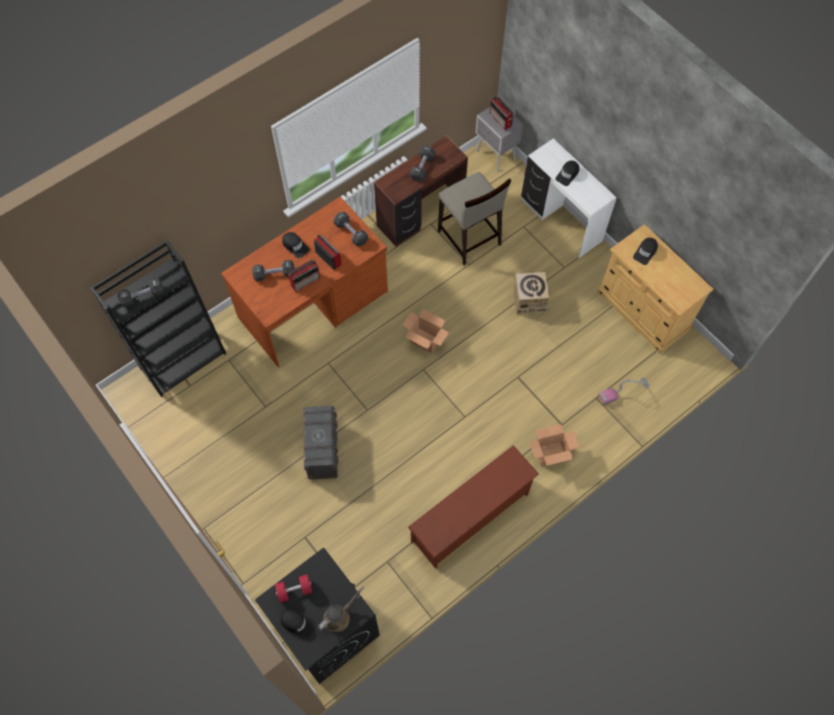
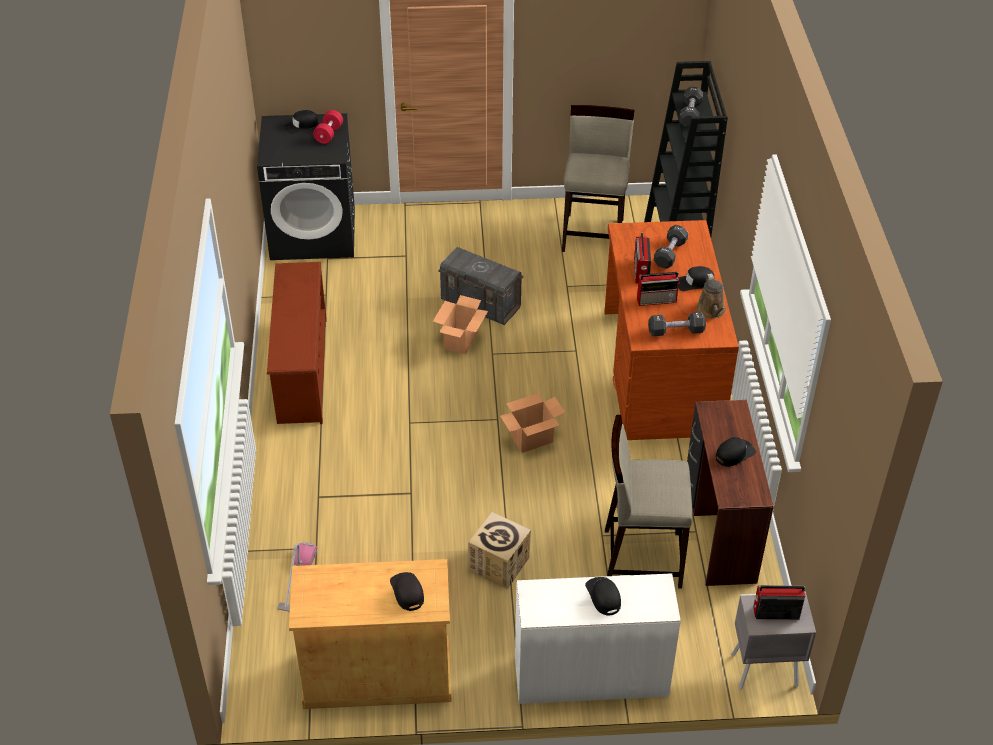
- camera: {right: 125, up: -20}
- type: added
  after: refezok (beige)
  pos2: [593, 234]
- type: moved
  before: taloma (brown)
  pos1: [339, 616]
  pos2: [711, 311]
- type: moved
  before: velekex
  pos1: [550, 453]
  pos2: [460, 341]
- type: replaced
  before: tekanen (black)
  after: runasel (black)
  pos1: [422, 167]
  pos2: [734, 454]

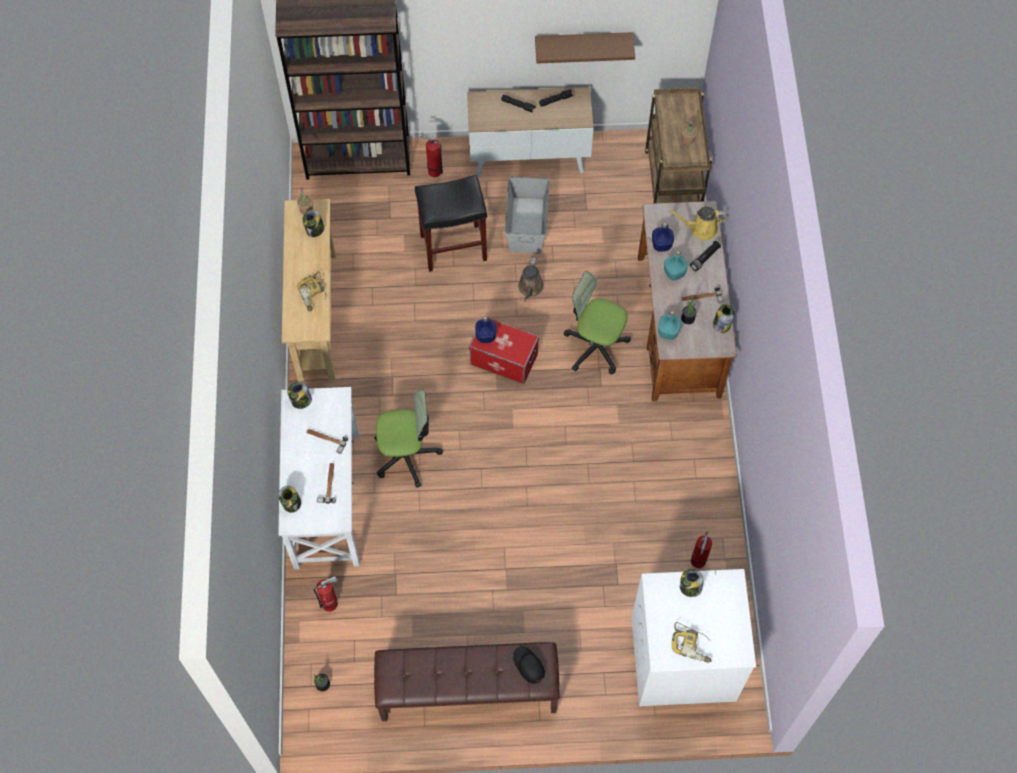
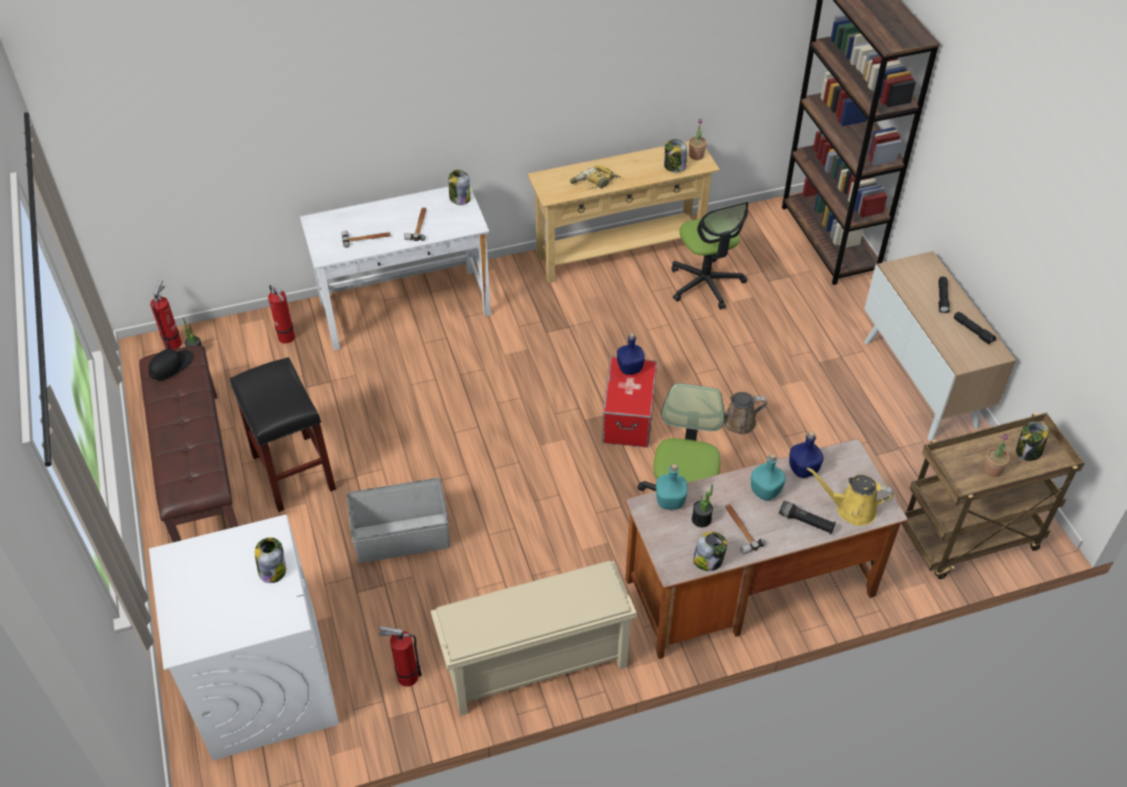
- camera: {right: 75, up: -15}
- type: removed
  before: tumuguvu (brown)
  pos1: [583, 43]
- type: removed
  before: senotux
  pos1: [692, 645]
- type: added
  after: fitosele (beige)
  pos2: [534, 667]
- type: moved
  before: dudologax
  pos1: [291, 503]
  pos2: [1028, 451]
- type: moved
  before: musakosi
  pos1: [406, 455]
  pos2: [706, 284]
- type: moved
  before: refezok (black)
  pos1: [454, 247]
  pos2: [295, 473]
- type: moved
  before: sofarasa
  pos1: [433, 170]
  pos2: [174, 342]
- type: moved
  before: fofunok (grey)
  pos1: [526, 225]
  pos2: [401, 537]
- type: moved
  before: runasel (black)
  pos1: [528, 665]
  pos2: [171, 366]
- type: turned
  before: taloma (yellow)
  pos1: [700, 229]
  pos2: [851, 509]
  turn: -60

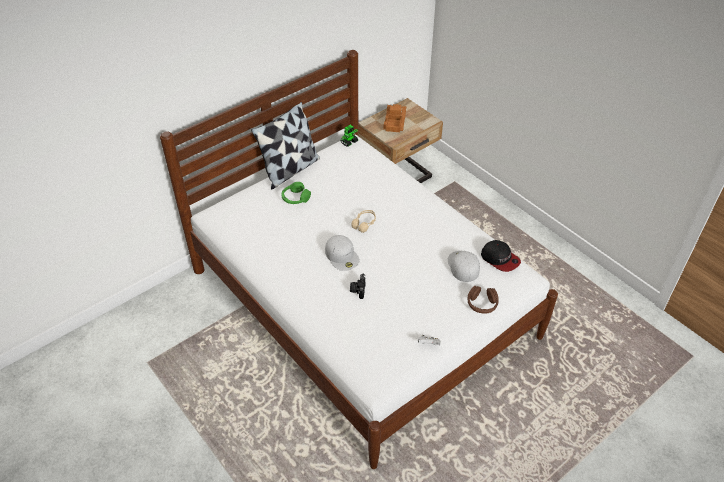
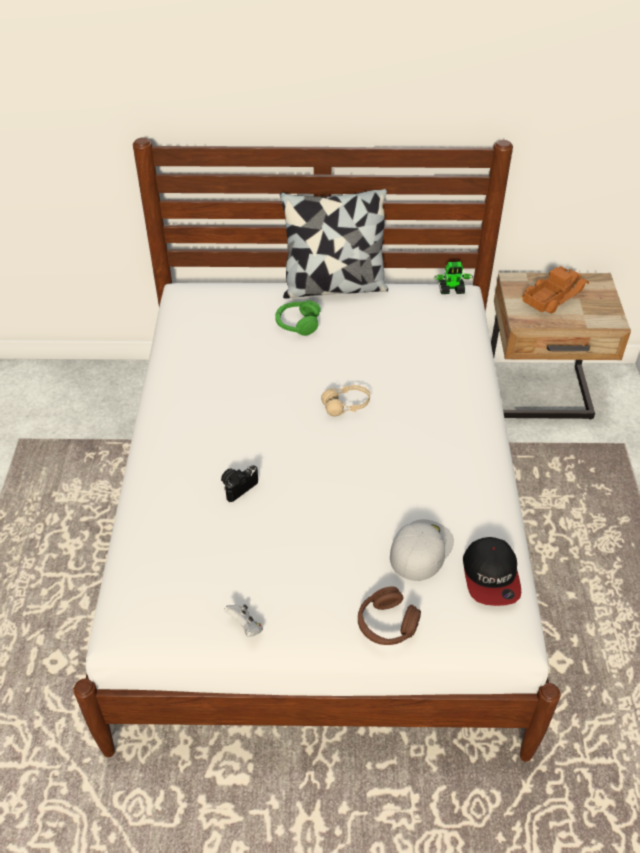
- camera: {right: 40, up: 0}
- type: removed
  before: runasel (white)
  pos1: [342, 255]

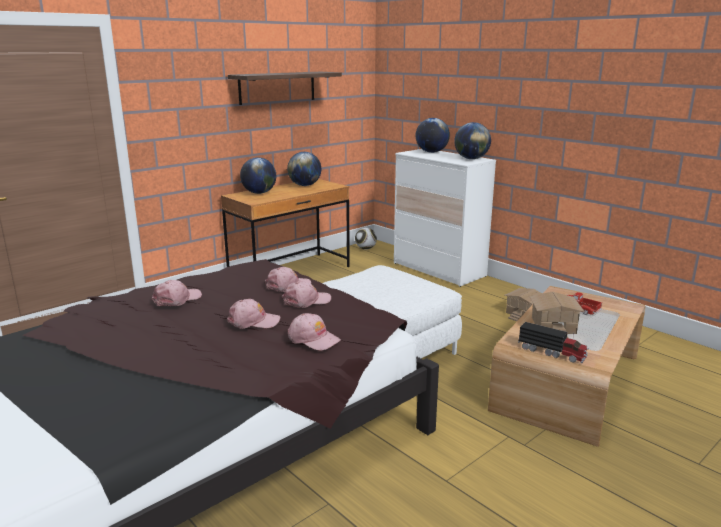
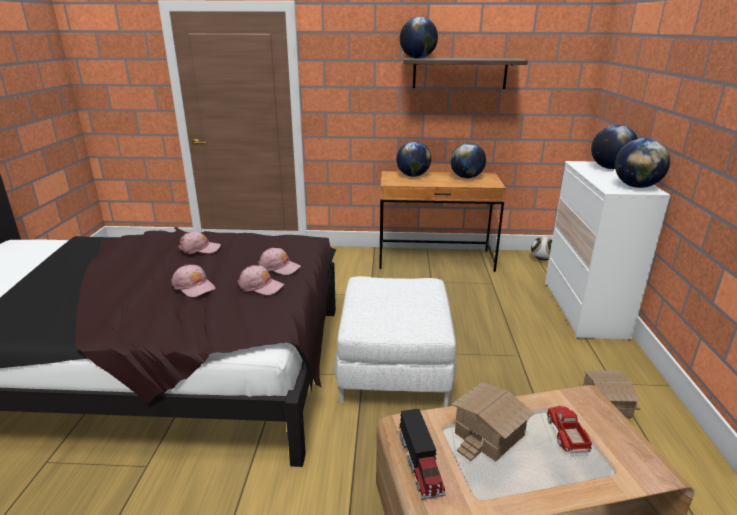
- camera: {right: 45, up: 5}
- type: removed
  before: runasel (pink)
  pos1: [313, 339]
- type: added
  after: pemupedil
  pos2: [417, 58]

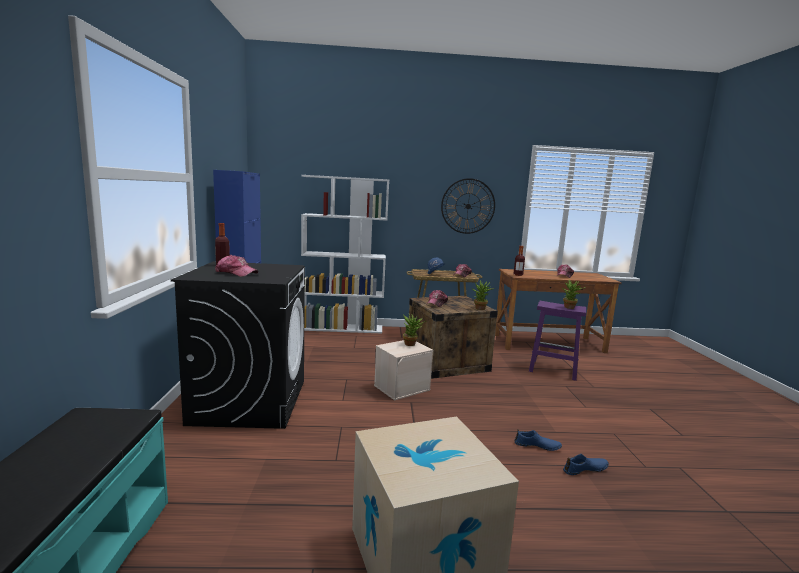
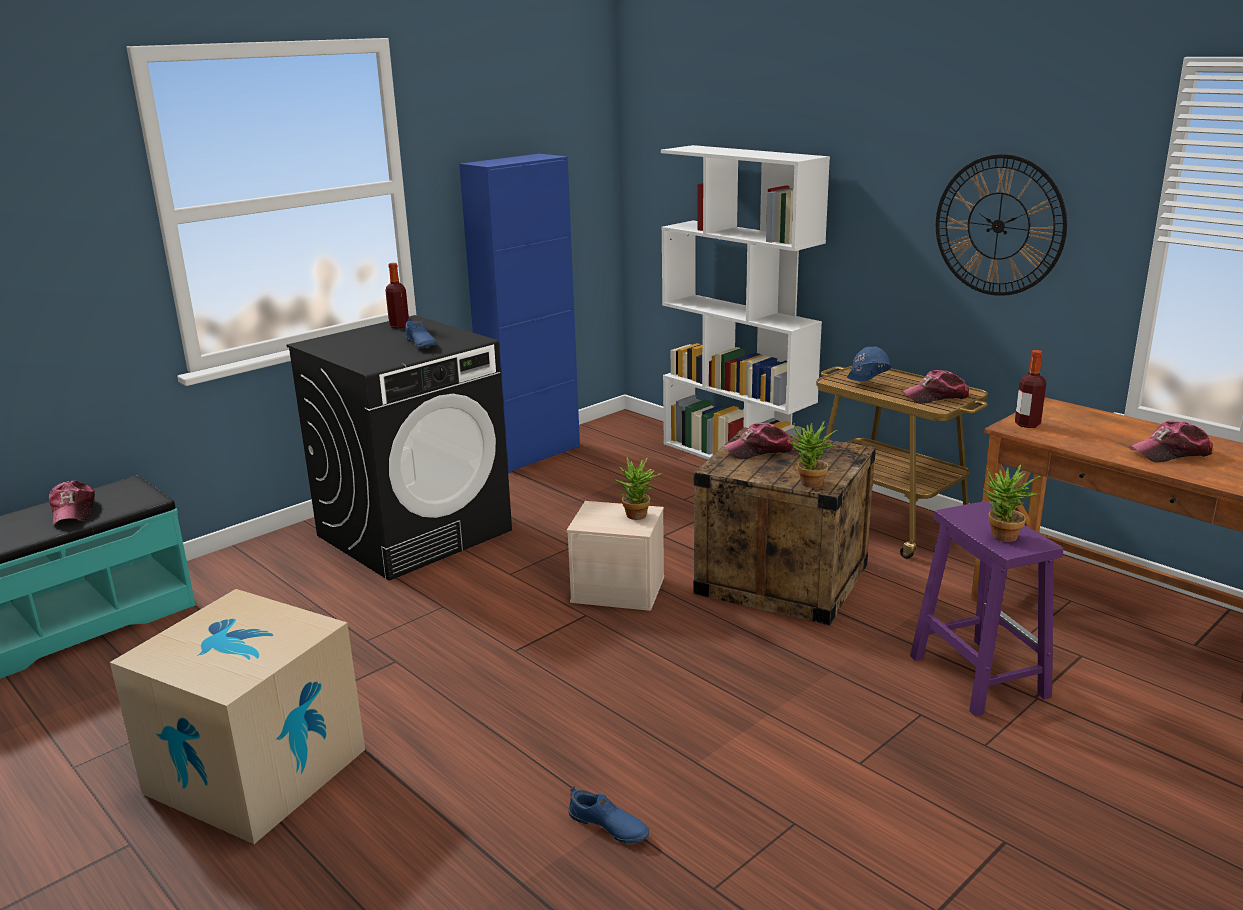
- camera: {right: 50, up: 10}
- type: moved
  before: runasel
  pos1: [236, 273]
  pos2: [74, 511]
- type: moved
  before: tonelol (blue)
  pos1: [537, 446]
  pos2: [420, 344]

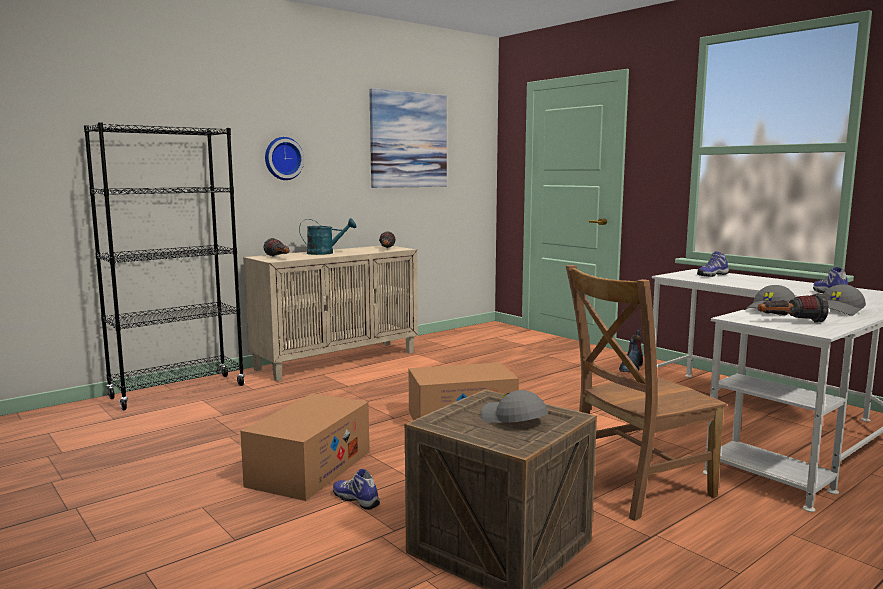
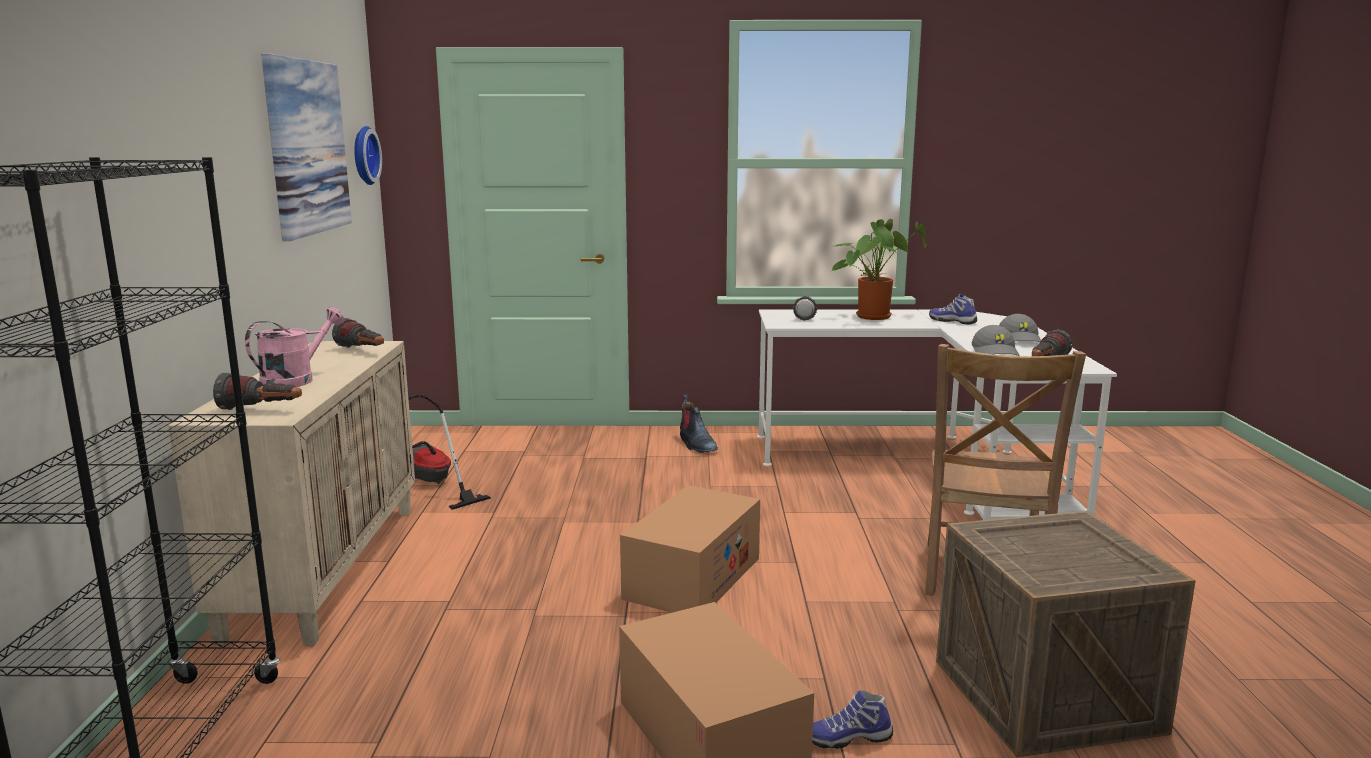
- camera: {right: -50, up: 5}
- type: removed
  before: runasel (grey)
  pos1: [512, 420]
- type: added
  after: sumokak
  pos2: [432, 484]
- type: added
  after: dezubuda
  pos2: [874, 316]
- type: moved
  before: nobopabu
  pos1: [283, 158]
  pos2: [362, 155]
- type: replaced
  before: tonelol
  after: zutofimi
  pos1: [711, 275]
  pos2: [805, 316]
- type: recoloured
  before: taloma (turquoise)
  after: taloma (pink)
  pos1: [325, 253]
  pos2: [295, 380]

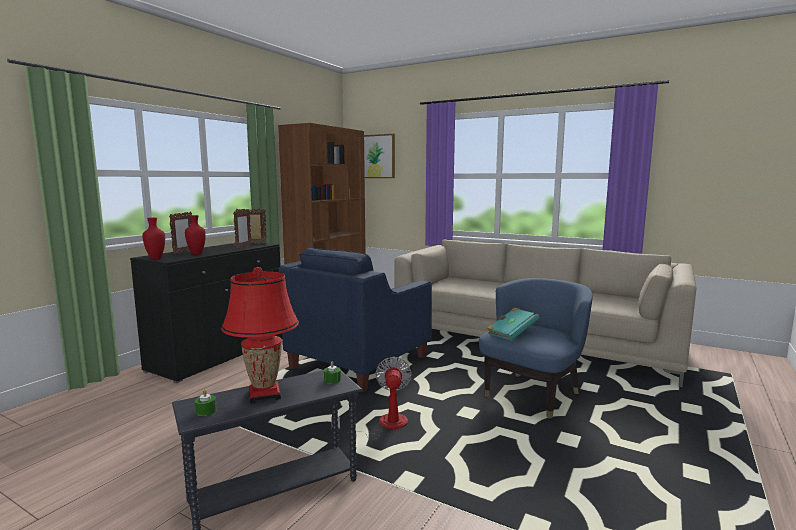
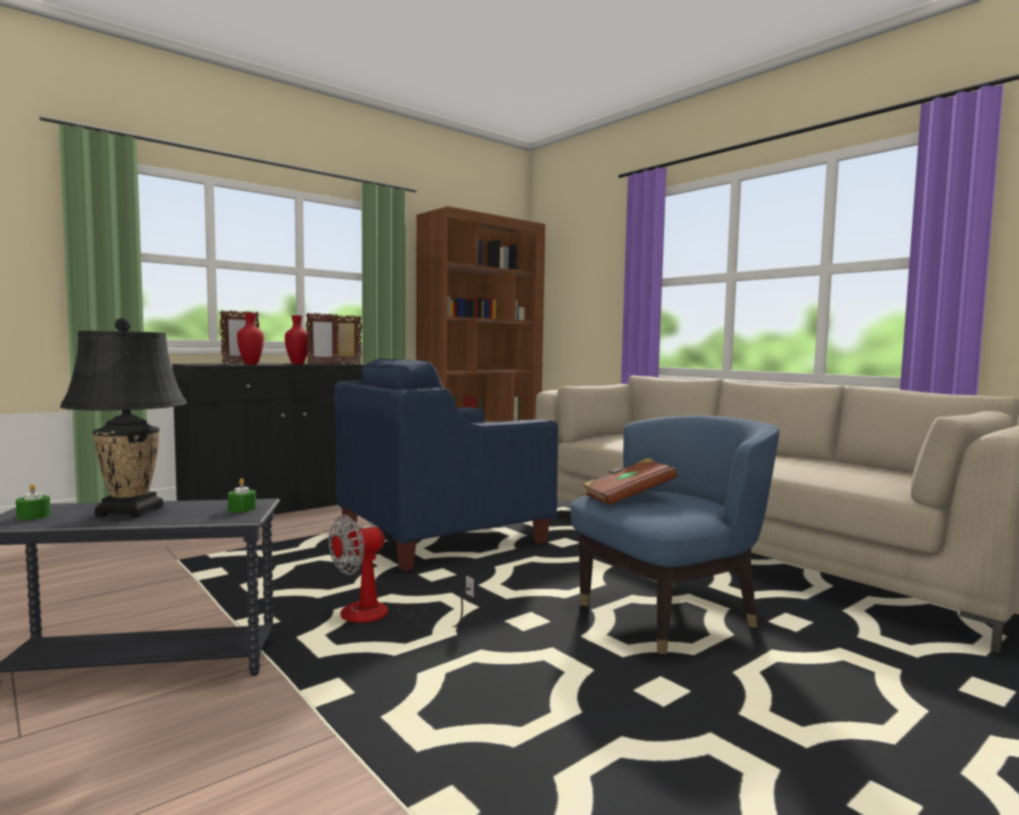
- camera: {right: 20, up: -5}
- type: removed
  before: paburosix
  pos1: [376, 156]
- type: moved
  before: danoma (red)
  pos1: [155, 258]
  pos2: [296, 364]
- type: recoloured
  before: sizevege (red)
  after: sizevege (black)
  pos1: [264, 395]
  pos2: [129, 511]
- type: recoloured
  before: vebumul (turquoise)
  after: vebumul (brown)
  pos1: [511, 333]
  pos2: [627, 498]
- type: turned
  before: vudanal
  pos1: [384, 426]
  pos2: [381, 616]
  turn: -150

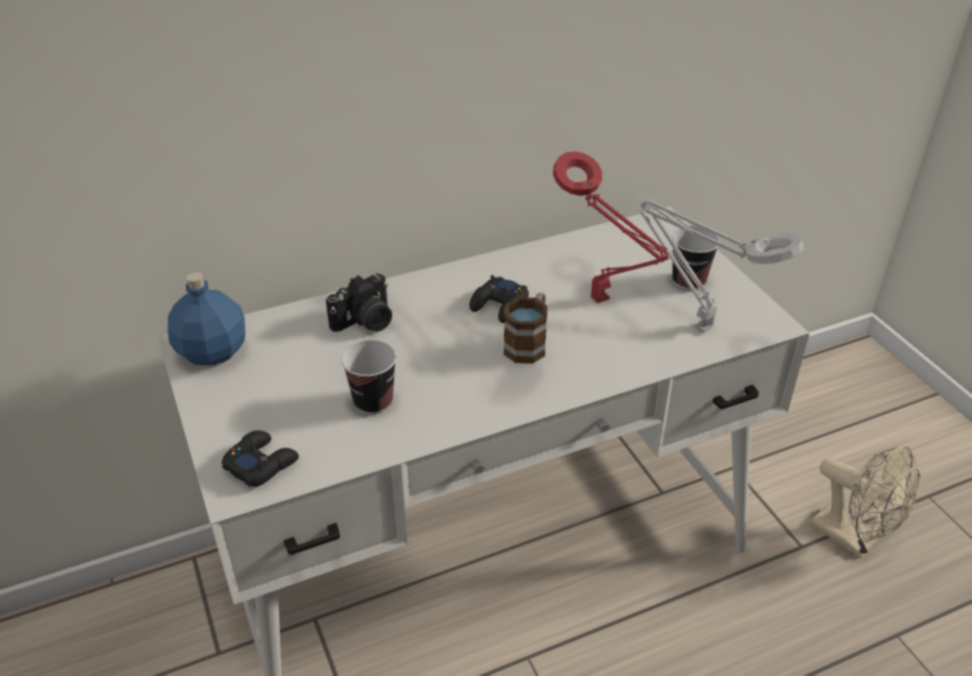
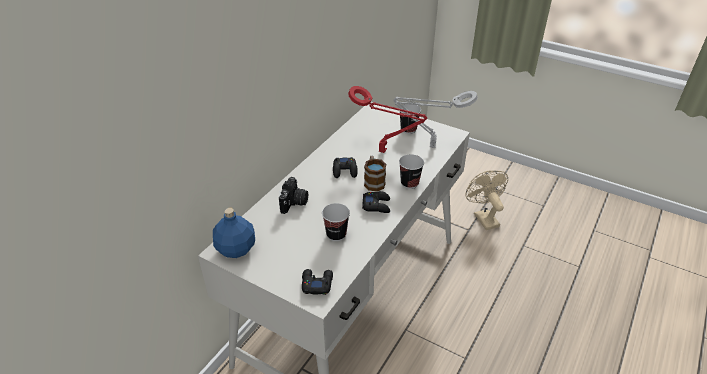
- camera: {right: -35, up: 0}
- type: added
  after: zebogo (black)
  pos2: [376, 205]
- type: added
  after: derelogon
  pos2: [409, 183]
- type: turned
  before: vudanal (beige)
  pos1: [853, 538]
  pos2: [483, 217]
  turn: -120

